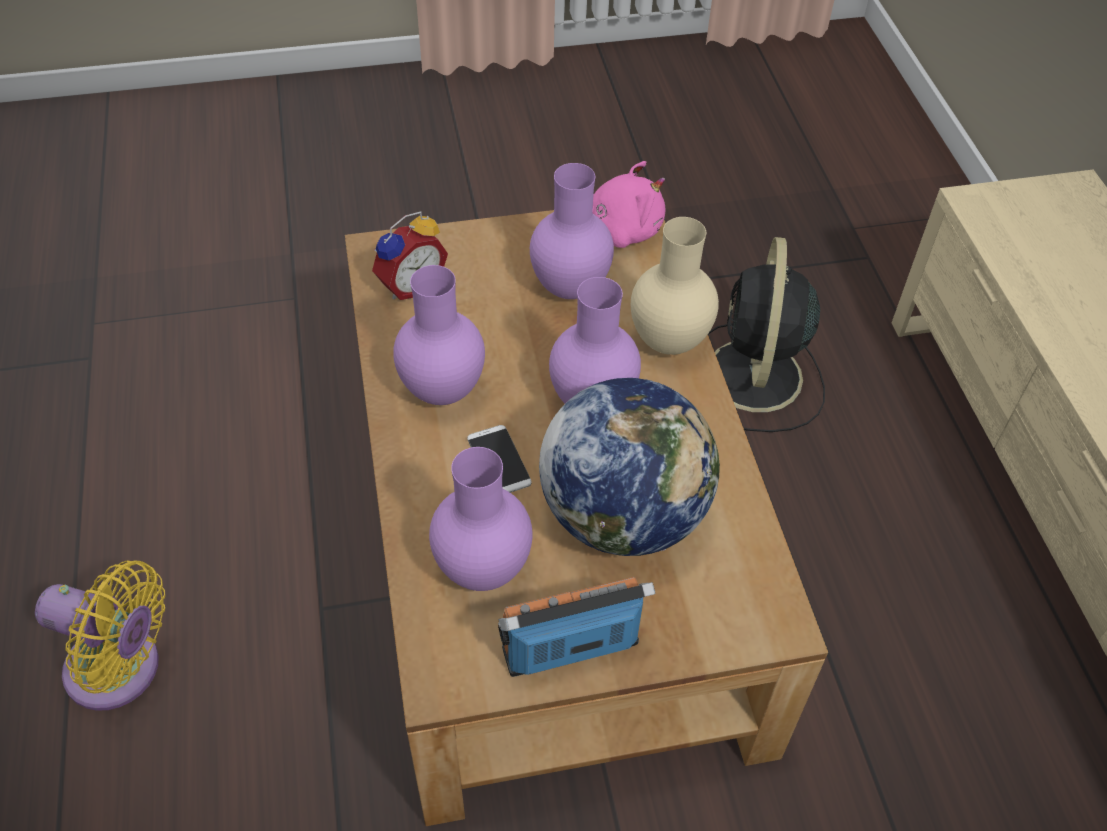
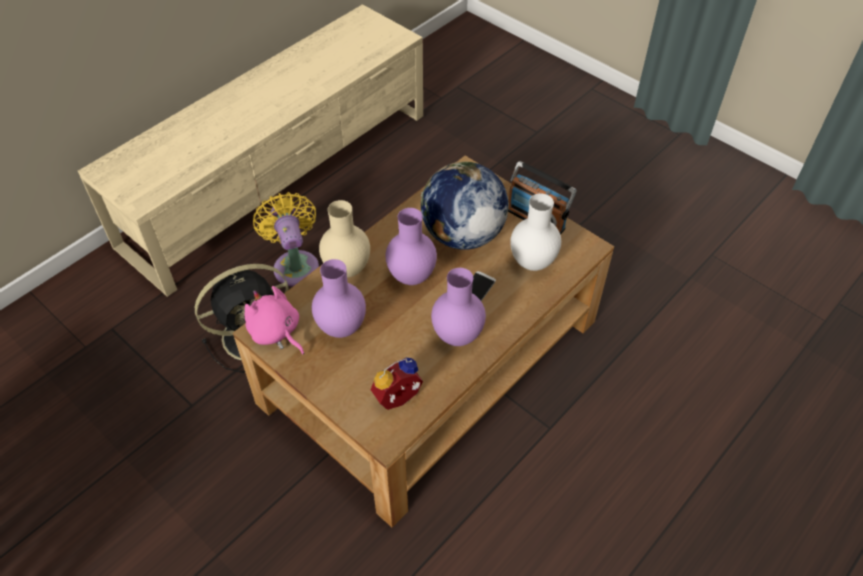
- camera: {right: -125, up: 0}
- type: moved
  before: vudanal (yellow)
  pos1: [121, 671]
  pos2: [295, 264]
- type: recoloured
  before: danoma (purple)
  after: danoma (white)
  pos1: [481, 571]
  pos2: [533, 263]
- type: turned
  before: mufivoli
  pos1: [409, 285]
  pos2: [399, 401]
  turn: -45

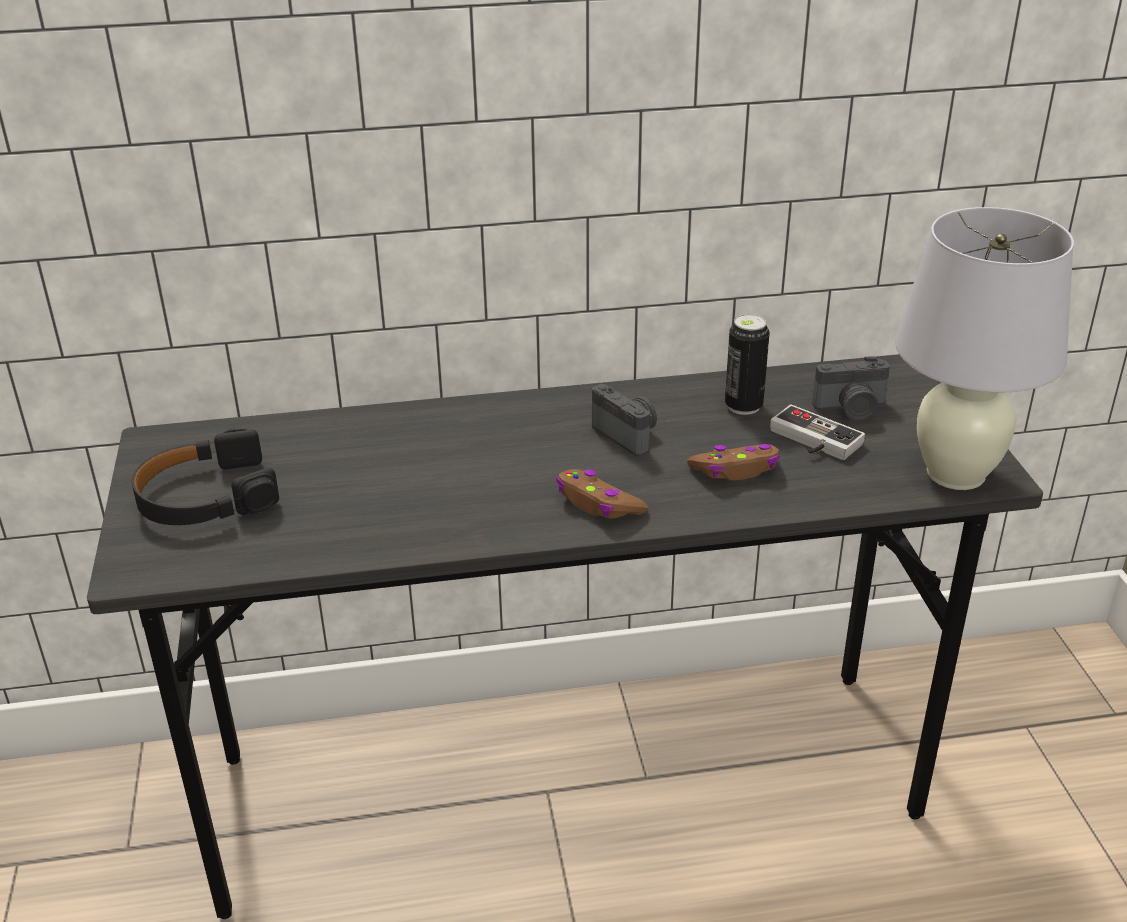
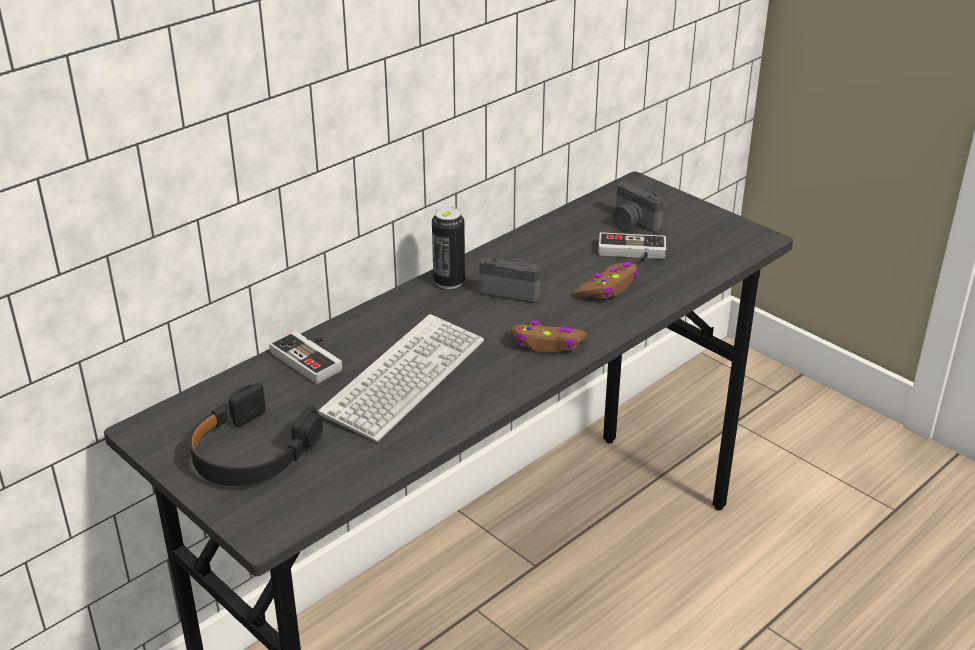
- camera: {right: -35, up: 0}
- type: removed
  before: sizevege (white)
  pos1: [954, 474]
- type: added
  after: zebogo
  pos2: [312, 358]
- type: added
  after: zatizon
  pos2: [405, 379]
- type: moved
  before: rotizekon
  pos1: [743, 406]
  pos2: [449, 282]
- type: turned
  before: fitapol
  pos1: [851, 409]
  pos2: [632, 224]
  turn: 90

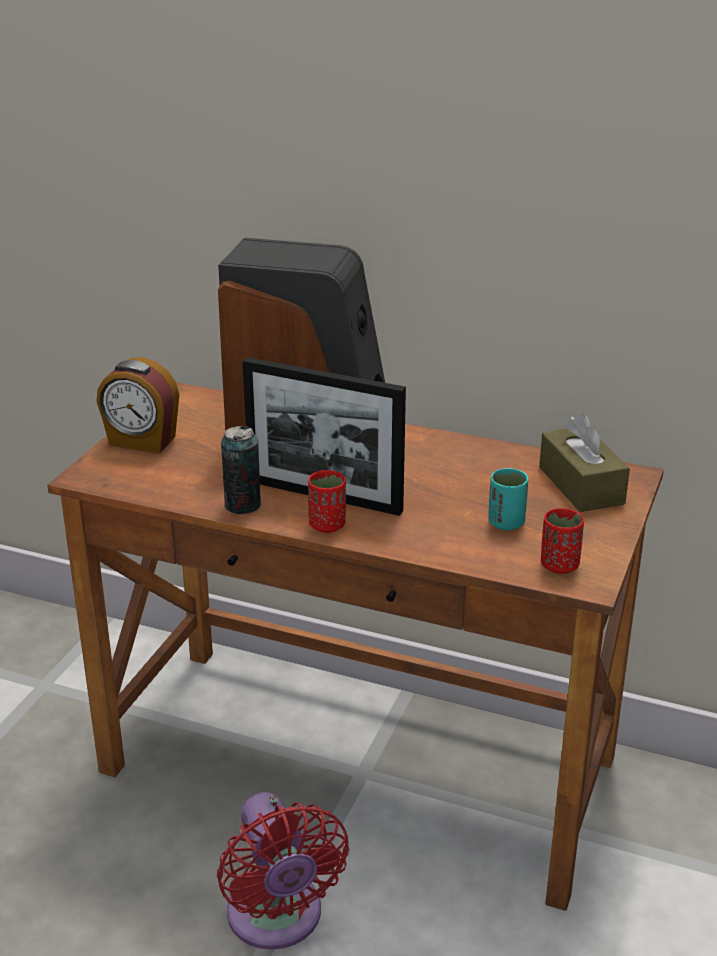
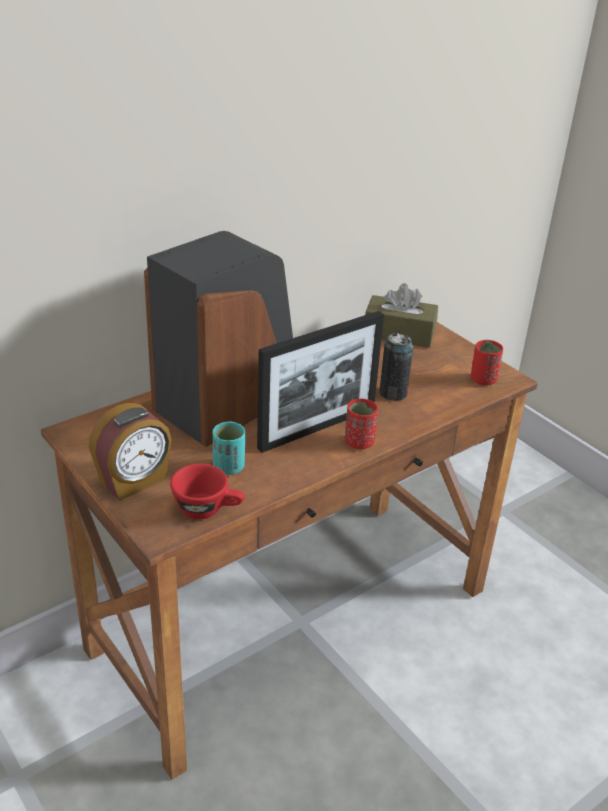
- camera: {right: -60, up: 5}
- type: removed
  before: vudanal (red)
  pos1: [277, 919]
- type: added
  after: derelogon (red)
  pos2: [208, 509]
- type: moved
  before: rotizekon
  pos1: [242, 505]
  pos2: [393, 393]
- type: moved
  before: derelogon (turquoise)
  pos1: [506, 523]
  pos2: [229, 467]

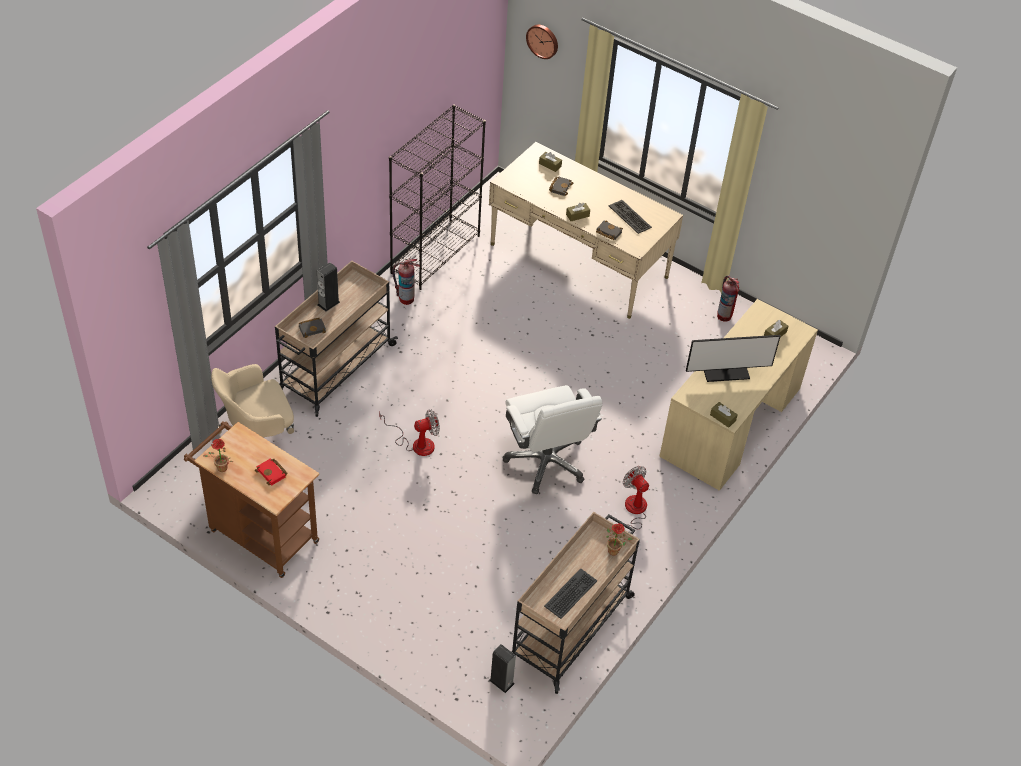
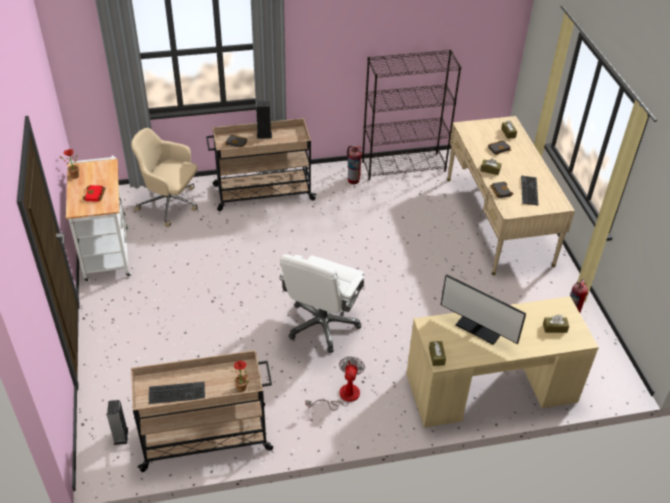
- camera: {right: 45, up: -5}
- type: removed
  before: vudanal
  pos1: [416, 443]
- type: removed
  before: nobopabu
  pos1: [543, 40]
- type: recoloured
  before: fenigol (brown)
  after: fenigol (white)
  pos1: [258, 533]
  pos2: [107, 250]

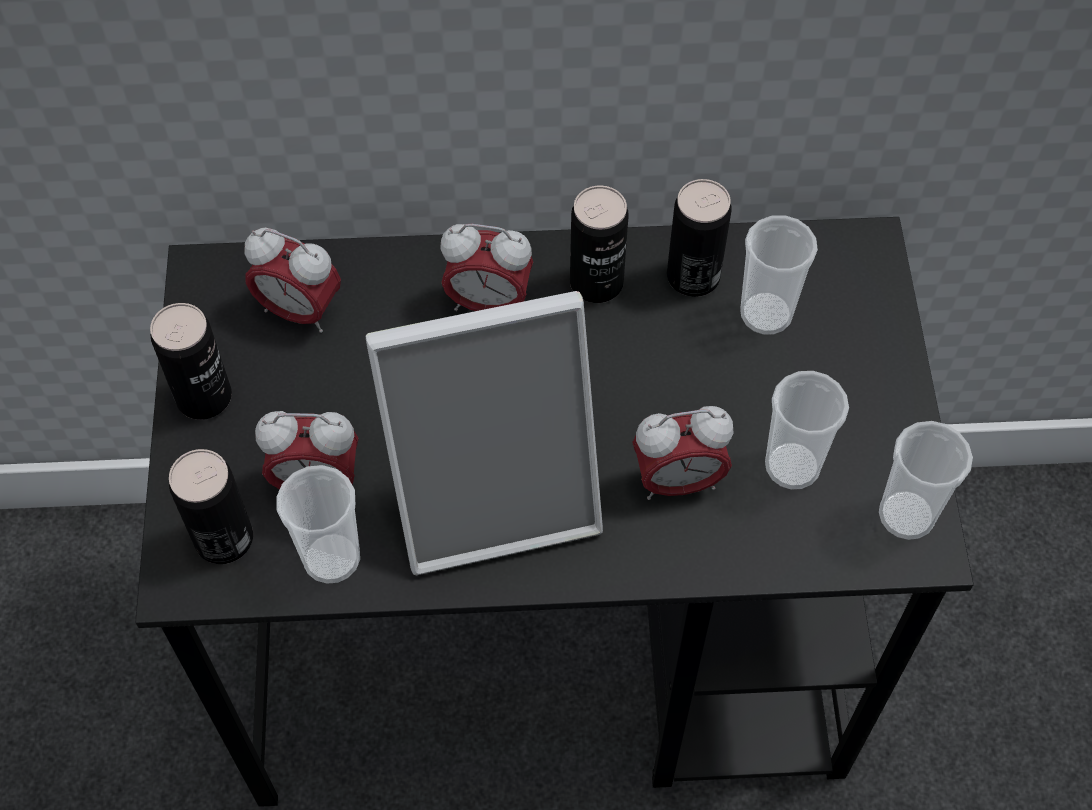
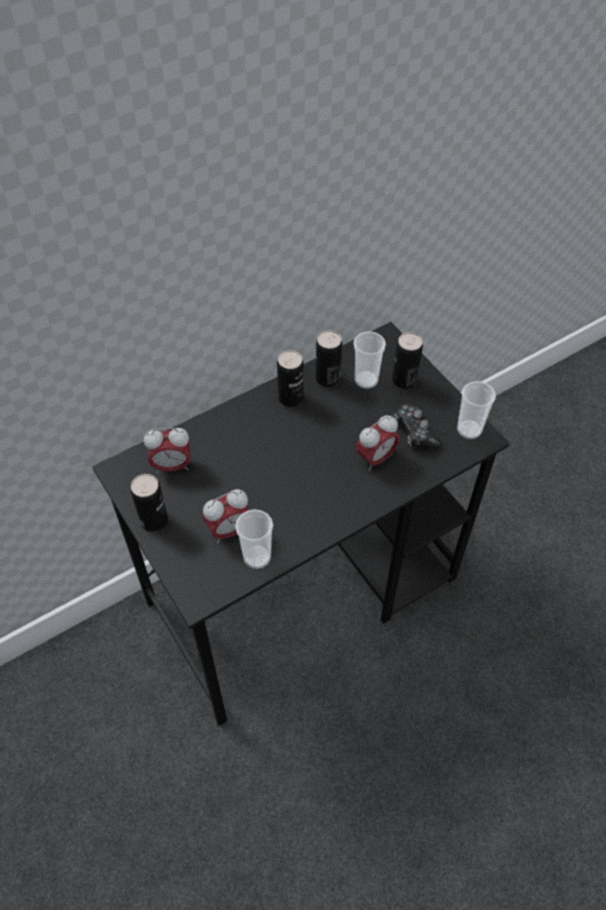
- camera: {right: -30, up: -5}
- type: removed
  before: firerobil
  pos1: [494, 493]
- type: removed
  before: mufivoli
  pos1: [488, 303]
- type: moved
  before: rotizekon
  pos1: [224, 539]
  pos2: [404, 380]
- type: replaced
  before: derelogon
  after: zebogo
  pos1: [792, 466]
  pos2: [415, 432]

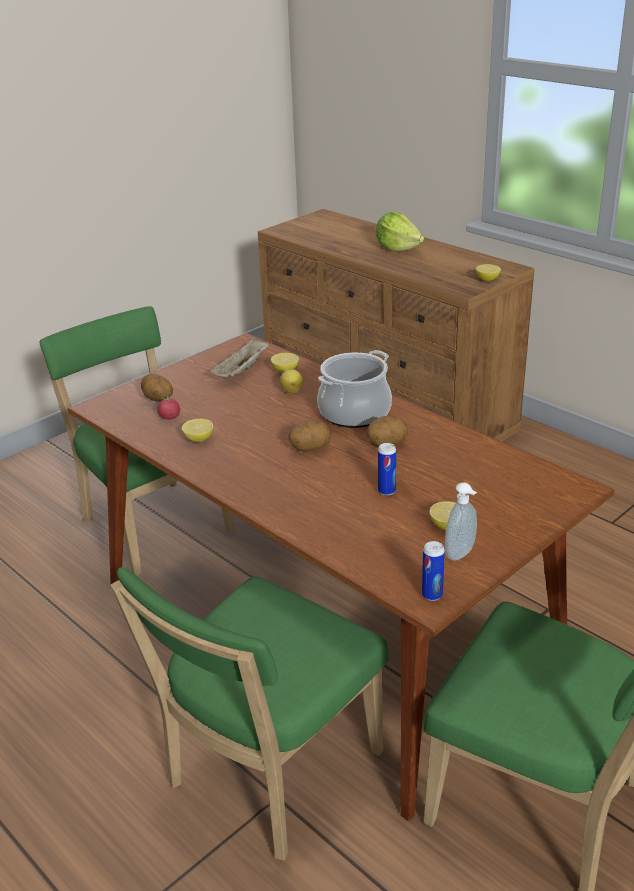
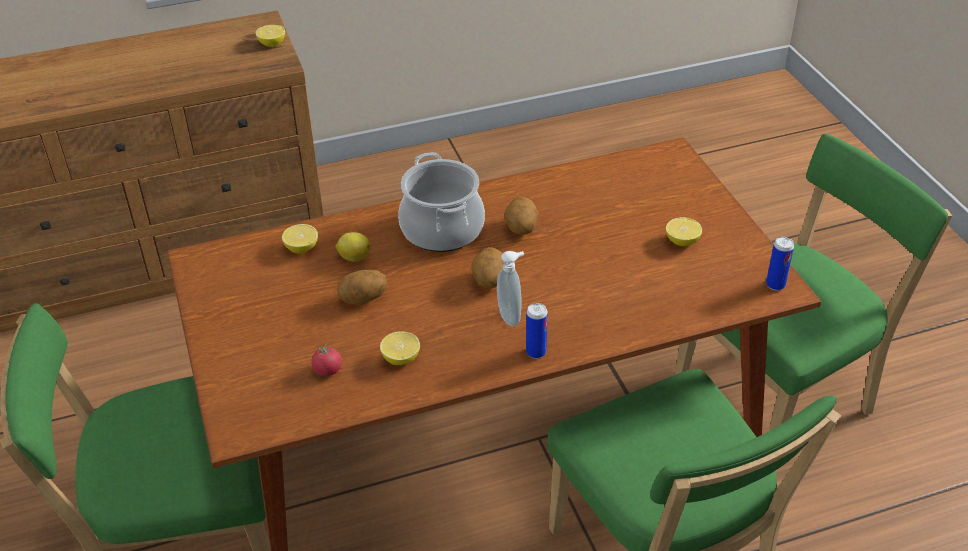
- camera: {right: -65, up: 10}
- type: removed
  before: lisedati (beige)
  pos1: [242, 371]
- type: removed
  before: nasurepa
  pos1: [398, 248]
- type: moved
  before: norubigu
  pos1: [157, 400]
  pos2: [363, 300]
- type: moved
  before: rotizekon
  pos1: [386, 491]
  pos2: [536, 352]
- type: moved
  before: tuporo
  pos1: [461, 554]
  pos2: [511, 316]

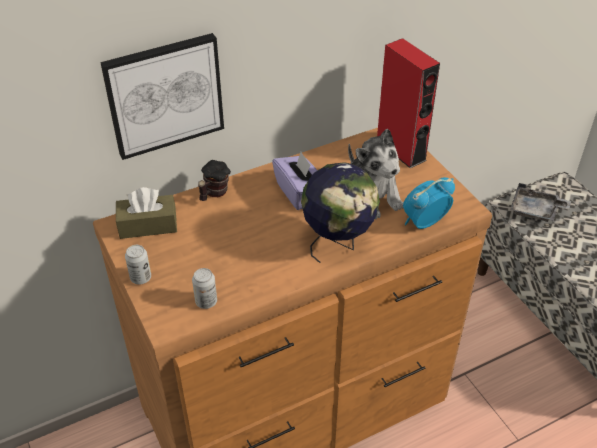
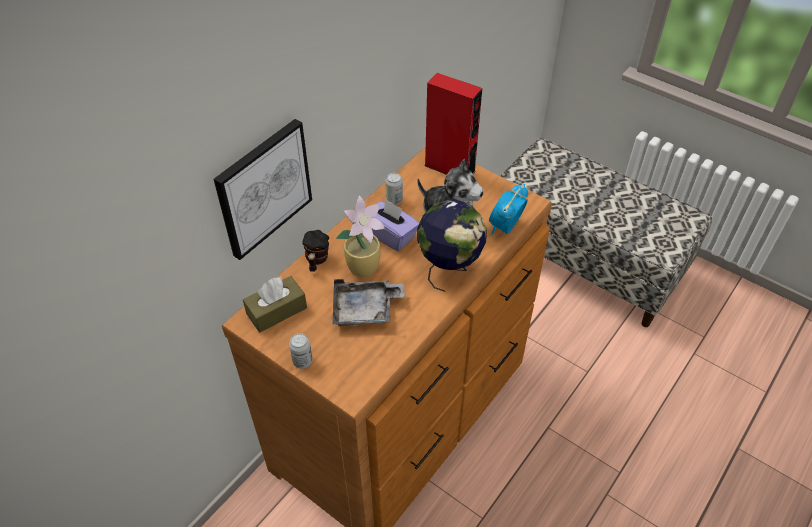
- camera: {right: -25, up: 5}
- type: added
  after: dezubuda
  pos2: [364, 266]
- type: moved
  before: rotizekon
  pos1: [206, 302]
  pos2: [394, 200]
- type: moved
  before: lisedati (grey)
  pos1: [535, 211]
  pos2: [365, 310]

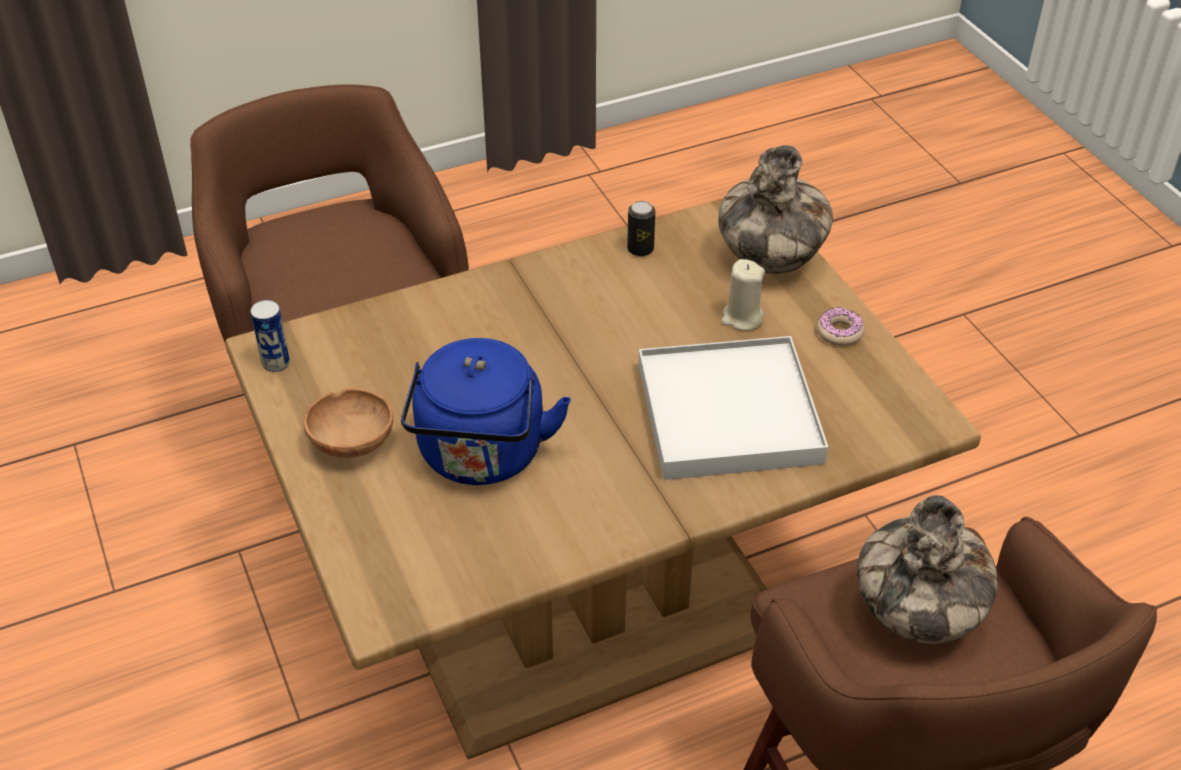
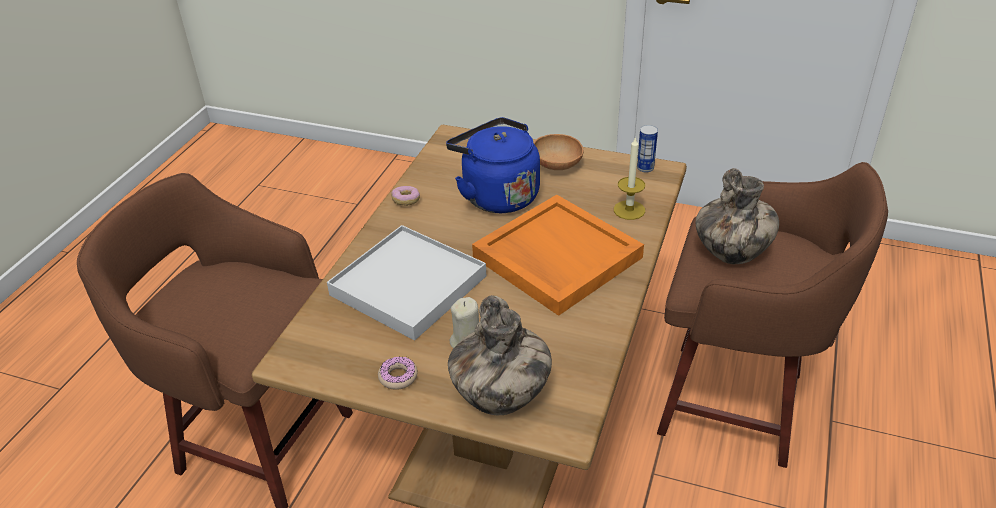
- camera: {right: 135, up: -5}
- type: removed
  before: rotizekon
  pos1: [640, 249]
- type: added
  after: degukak
  pos2: [406, 201]
- type: added
  after: lisedati (orange)
  pos2: [555, 257]
- type: added
  after: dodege
  pos2: [629, 210]
- type: moved
  before: danoma
  pos1: [917, 615]
  pos2: [732, 254]

